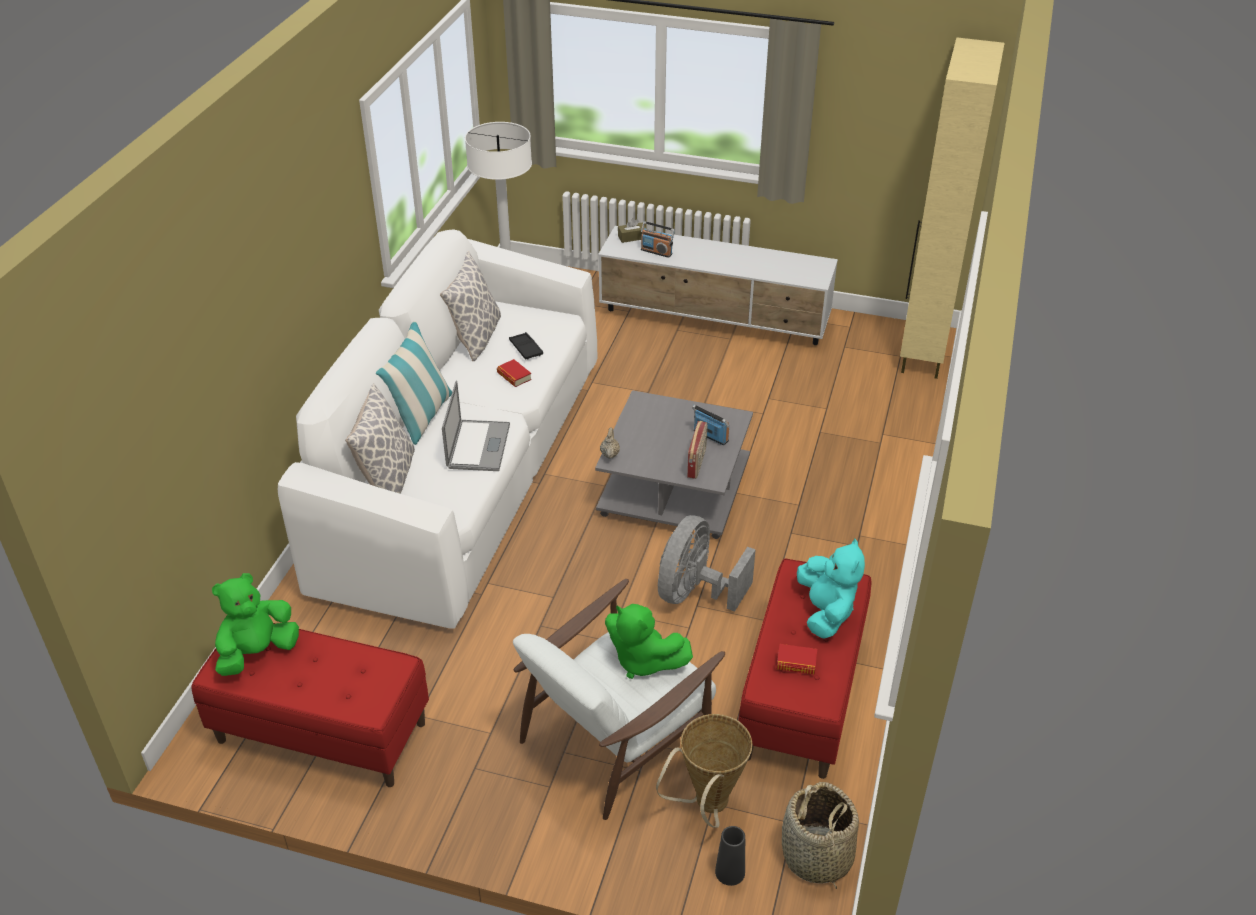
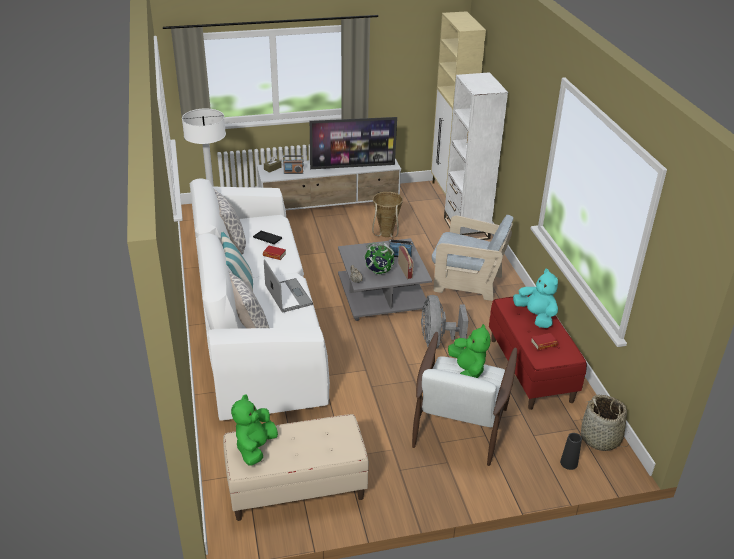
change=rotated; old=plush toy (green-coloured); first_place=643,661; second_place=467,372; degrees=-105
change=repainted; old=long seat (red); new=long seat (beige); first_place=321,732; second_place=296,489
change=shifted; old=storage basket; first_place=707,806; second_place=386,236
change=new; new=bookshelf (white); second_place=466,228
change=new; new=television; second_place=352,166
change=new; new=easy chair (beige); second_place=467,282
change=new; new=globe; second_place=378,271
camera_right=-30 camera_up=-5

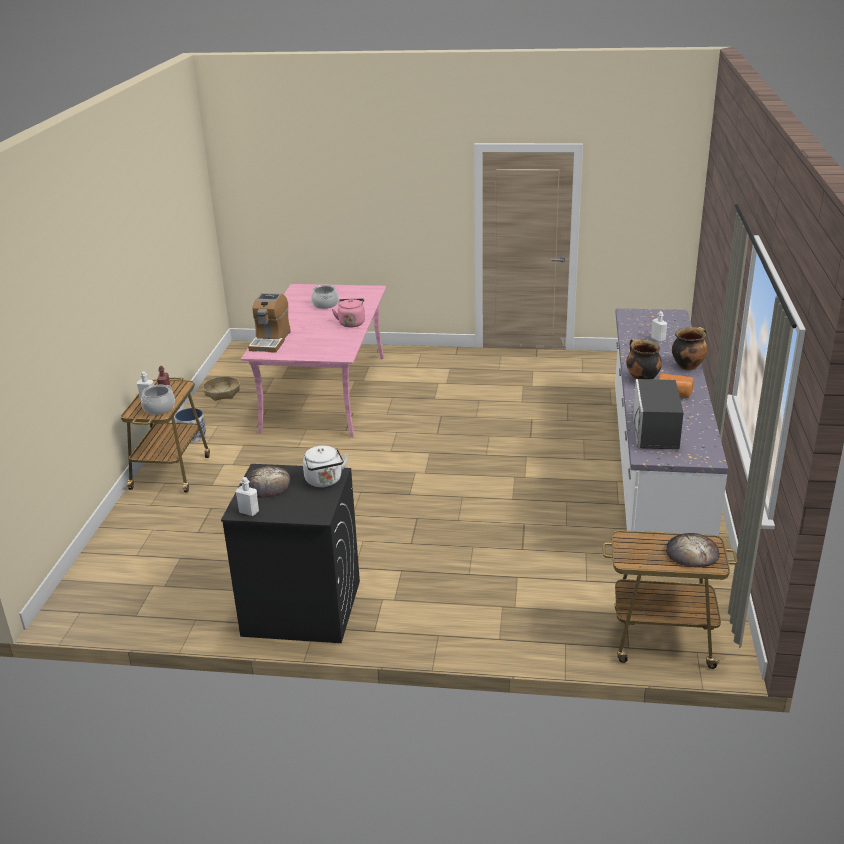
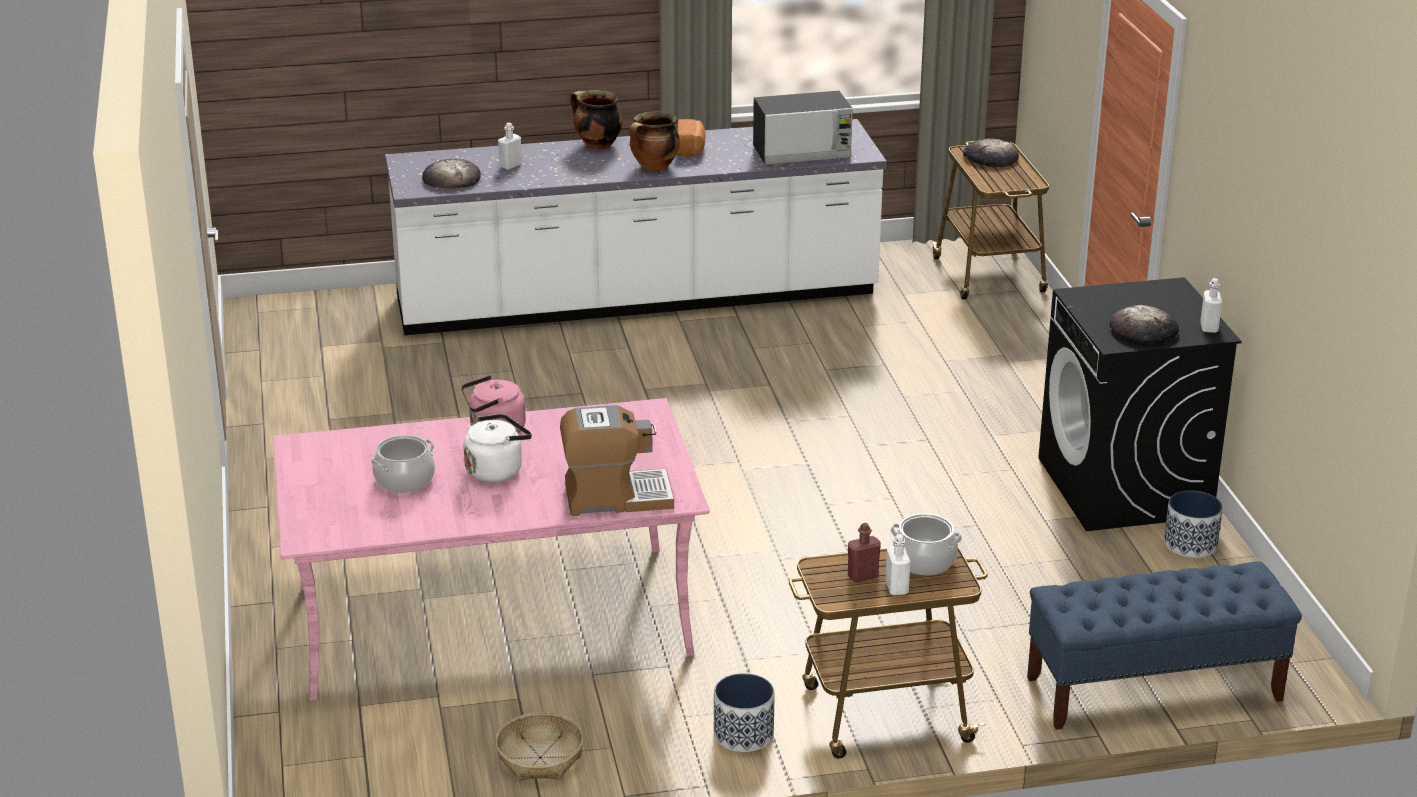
change=shifted; old=tea kettle (white); first_place=324,481; second_place=497,470
change=new; new=baked bread; second_place=451,178
change=new; new=flower pot; second_place=1190,544
change=new; new=long seat (blue-coloured); second_place=1153,689
camera_right=-110 camera_up=0

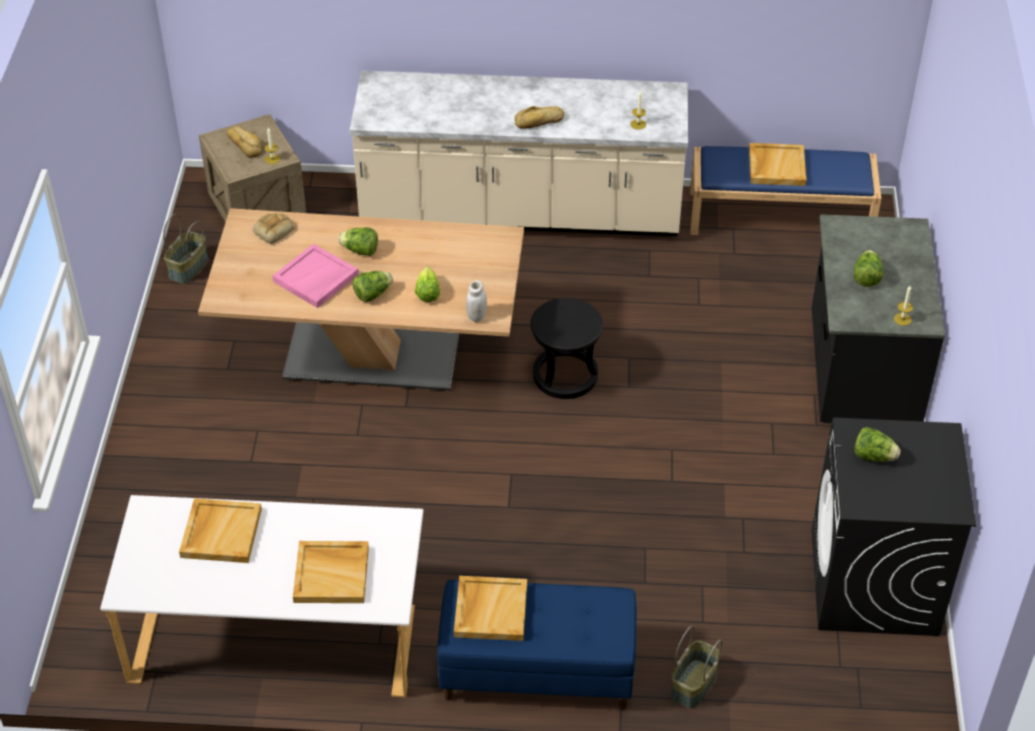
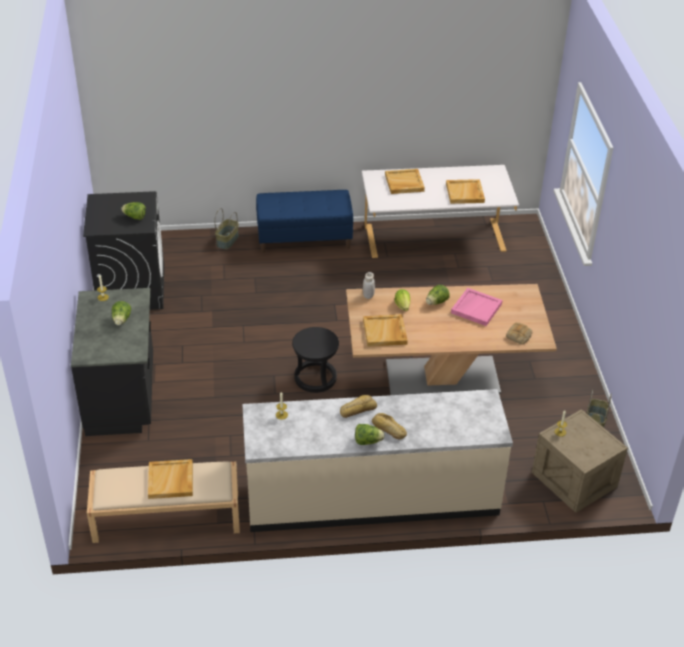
change=shifted; old=baked bread; first_place=245,144; second_place=388,429
change=repainted; old=long seat (blue-coloured); new=long seat (beige); first_place=781,215; second_place=166,517
change=shifted; old=head of lettuce; first_place=360,251; second_place=367,441
change=shifted; old=tray (beige); first_place=490,610; second_place=385,332
camera_right=170 camera_up=-5

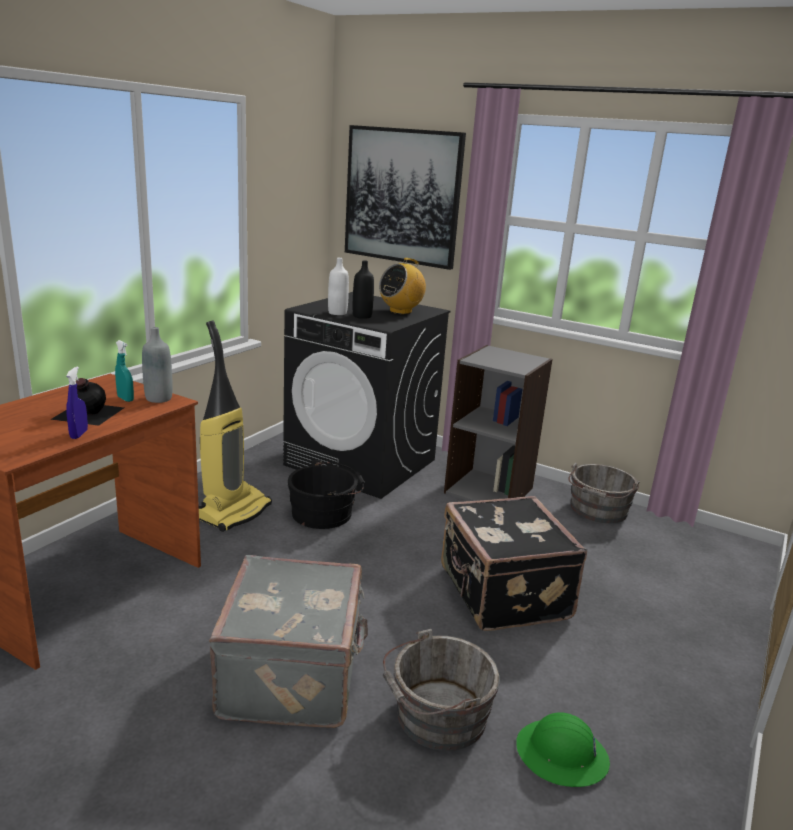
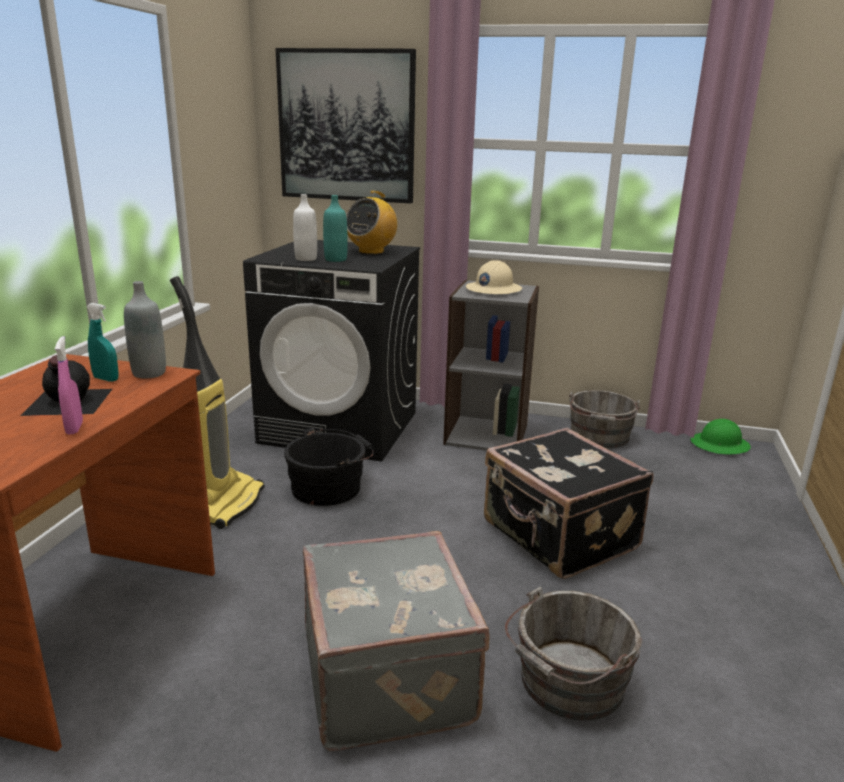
change=repainted; old=drink bottle (blackish); new=drink bottle (blue-green); first_place=362,316; second_place=335,260
change=repainted; old=hand sprayer (blue-coloured); new=hand sprayer (pinkish); first_place=79,434; second_place=74,428
change=shifted; old=safety helmet (green-coloured); first_place=561,755; second_place=720,445
change=new; new=safety helmet (beige); second_place=493,290
camera_right=-15 camera_up=0

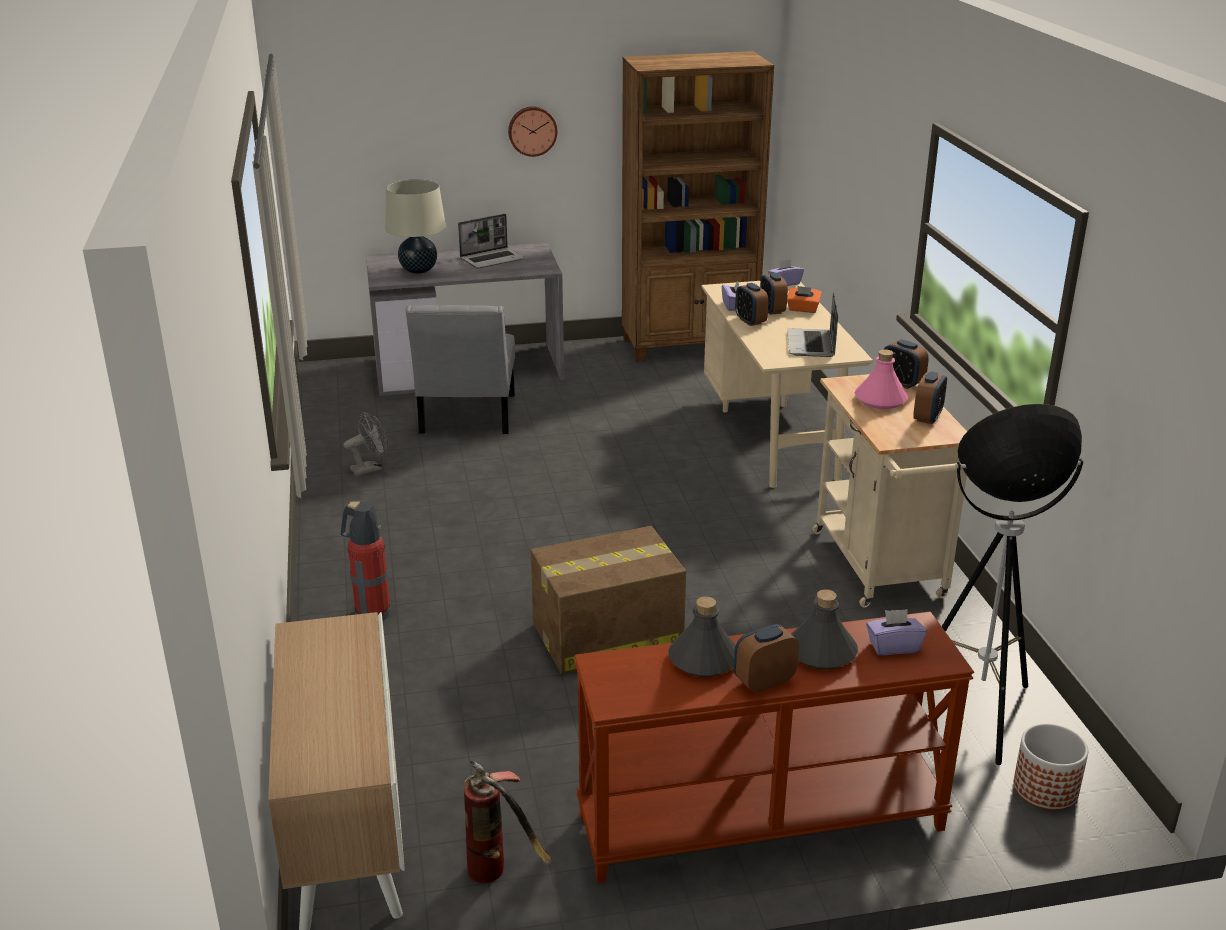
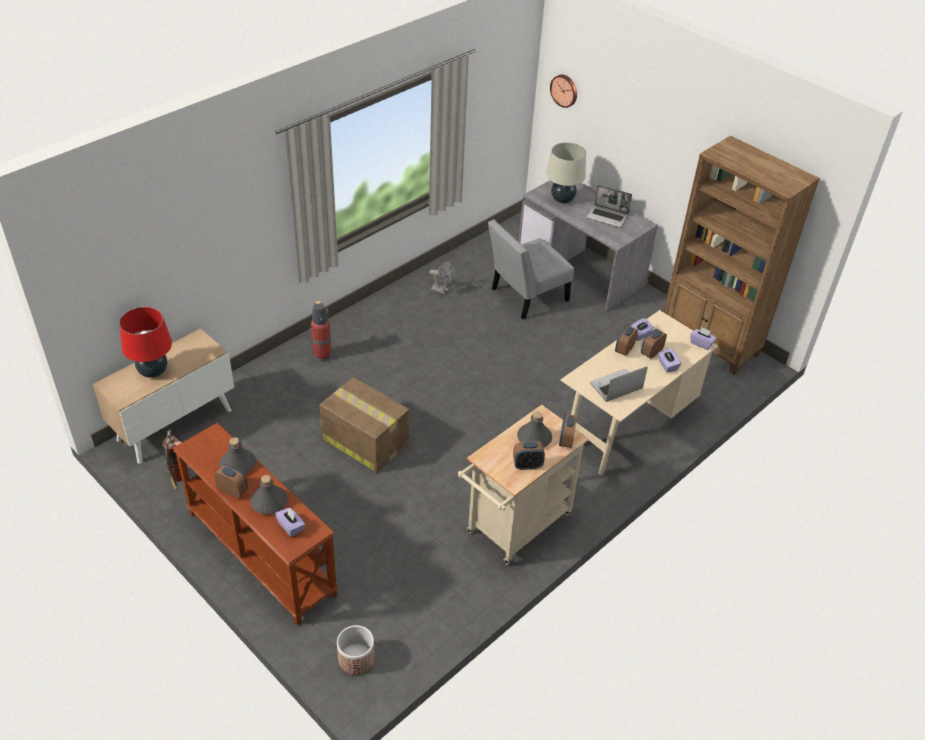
change=shifted; old=hanging clock; first_place=532,130; second_place=564,90
change=repainted; old=box of tissues (orange); new=box of tissues (purple); first_place=803,309; second_place=667,365
change=repainted; old=drink bottle (pinkish); new=drink bottle (grey); first_place=880,400; second_place=534,438
change=gone; old=standing lamp; first_place=977,715
change=new; new=tabletop lamp (red); second_place=153,372
camera_right=55 camera_up=15

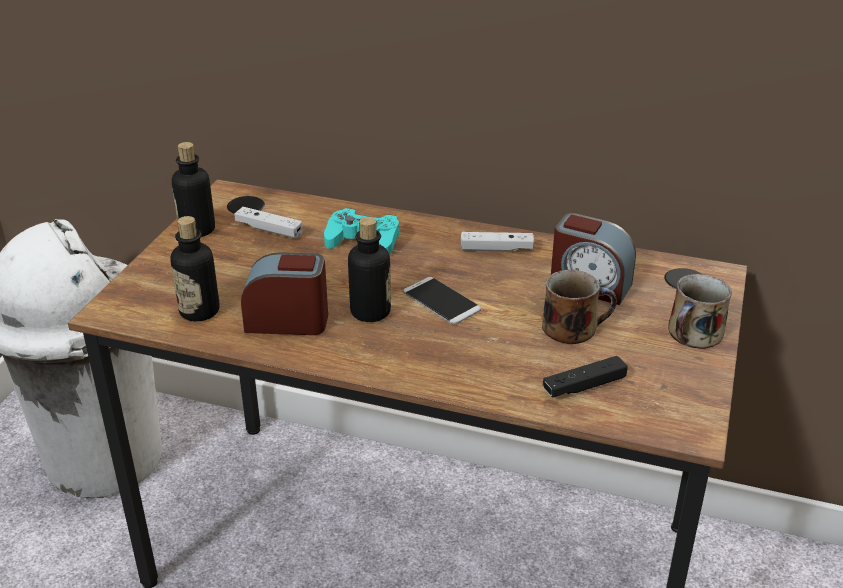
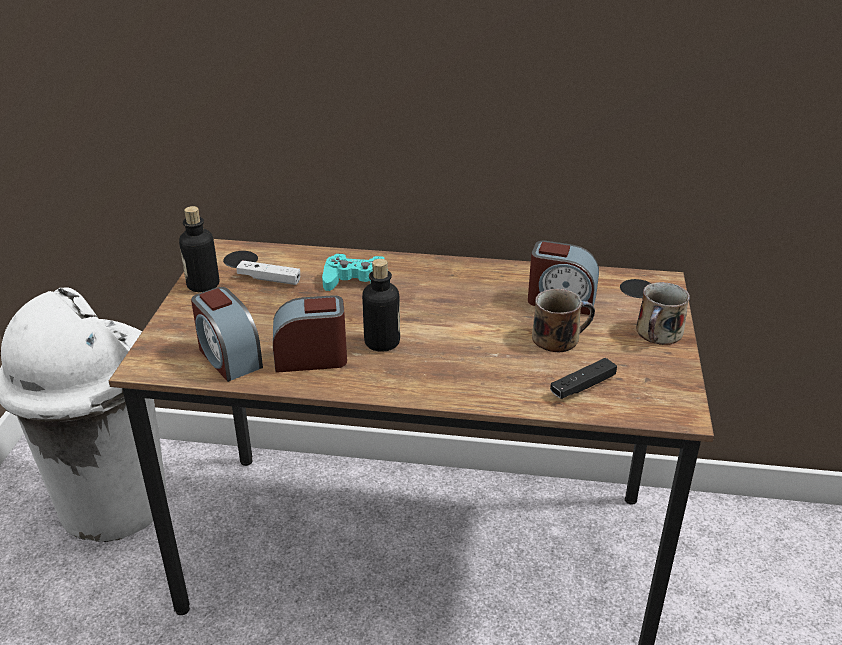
change=swapped; old=drink bottle; new=table clock; first_place=199,311; second_place=228,357
change=gone; old=joypad (white); first_place=496,249
change=gone; old=handset; first_place=441,301
camera_right=-10 camera_up=0

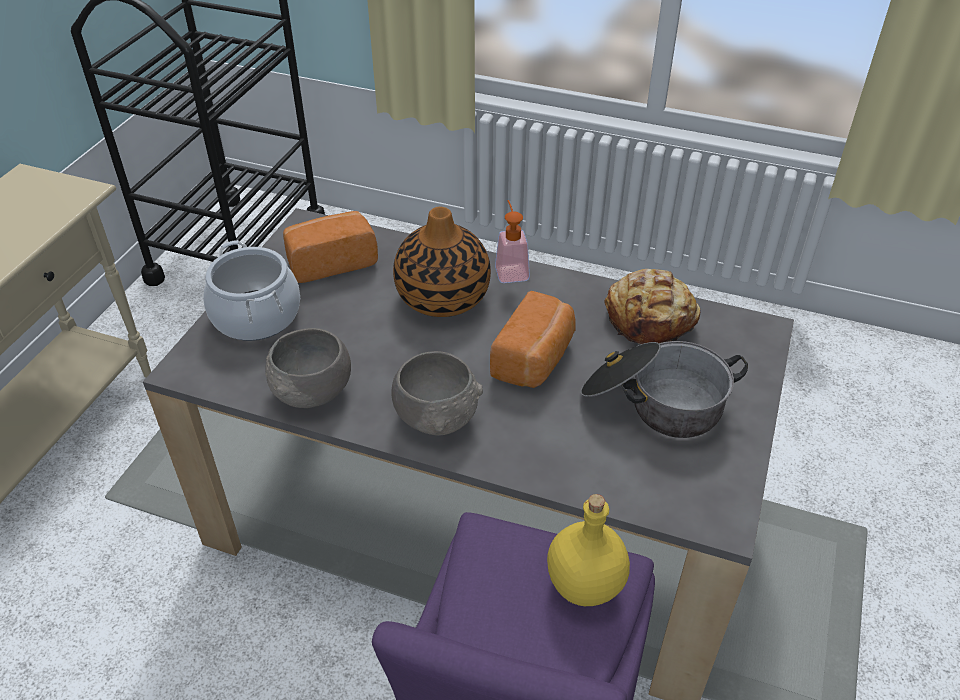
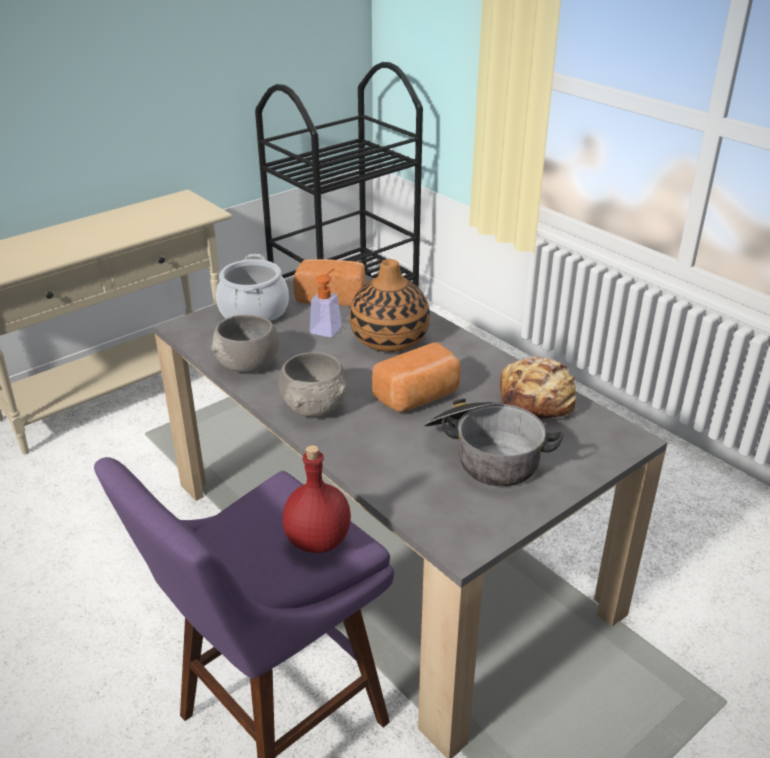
change=shifted; old=liquid soap bottle; first_place=510,269; second_place=328,327
change=repainted; old=drink bottle (yellow-coloured); new=drink bottle (red); first_place=583,584; second_place=317,540
camera_right=30 camera_up=-10

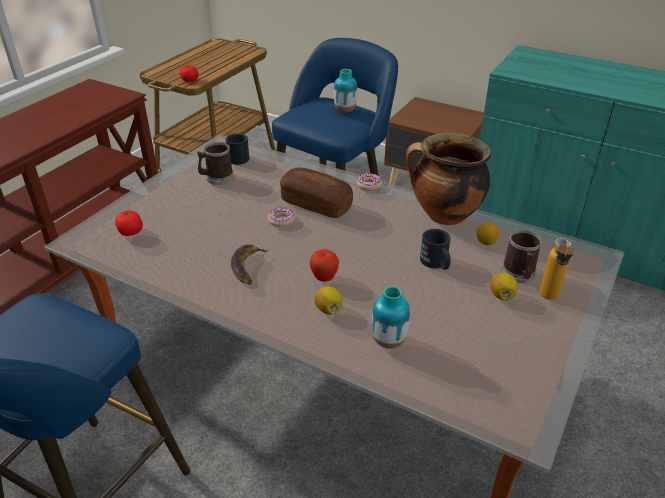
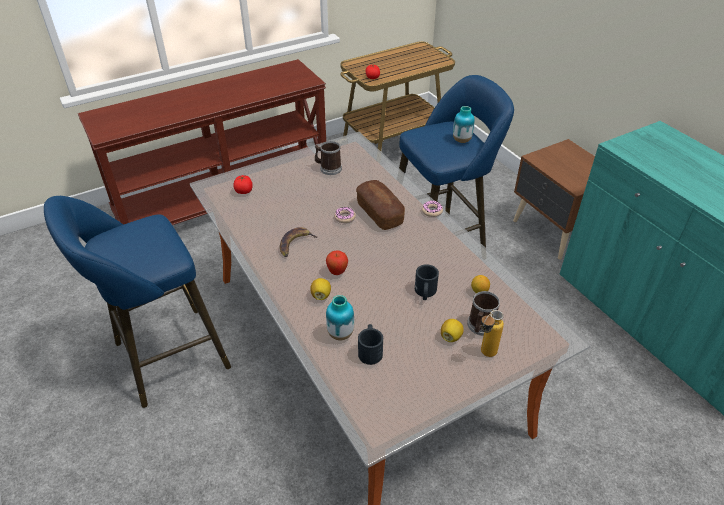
change=shifted; old=tea mug (blackish); first_place=236,157; second_place=370,350
change=gone; old=saucepot; first_place=444,216
camera_right=30 camera_up=5

